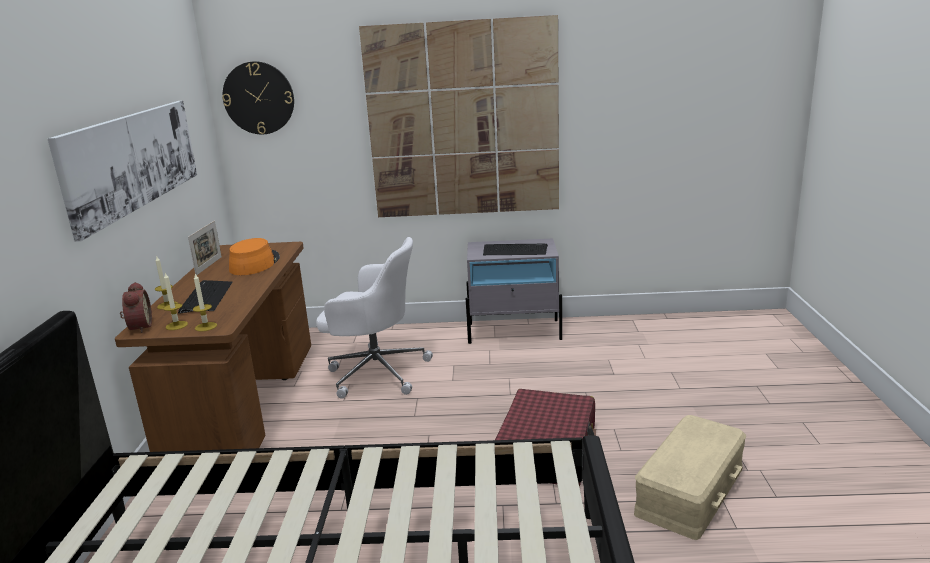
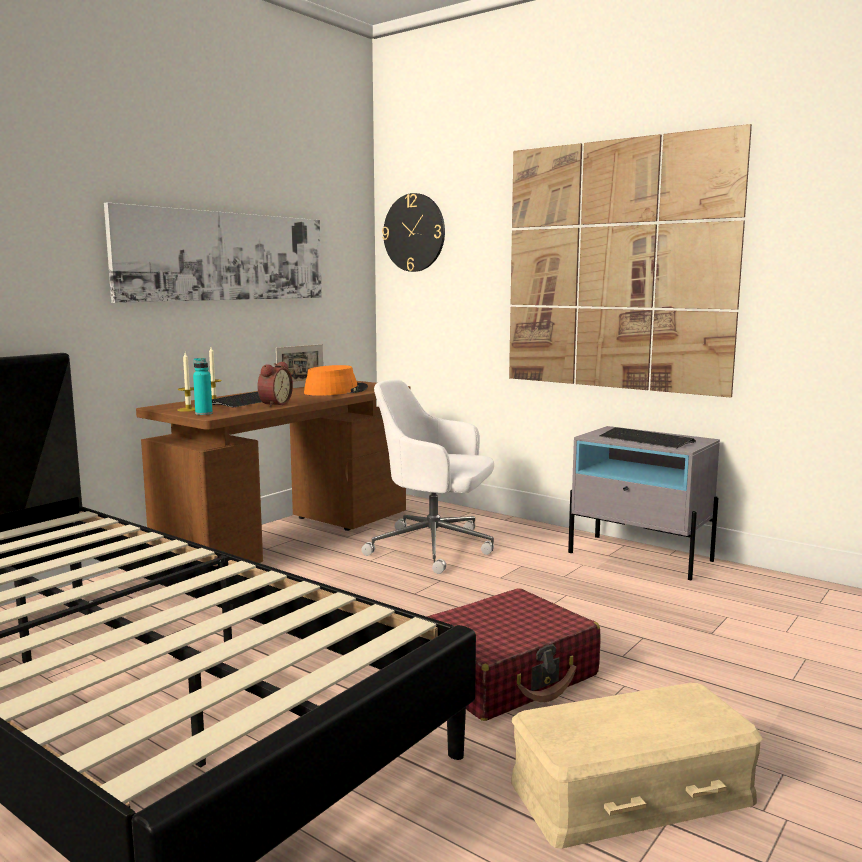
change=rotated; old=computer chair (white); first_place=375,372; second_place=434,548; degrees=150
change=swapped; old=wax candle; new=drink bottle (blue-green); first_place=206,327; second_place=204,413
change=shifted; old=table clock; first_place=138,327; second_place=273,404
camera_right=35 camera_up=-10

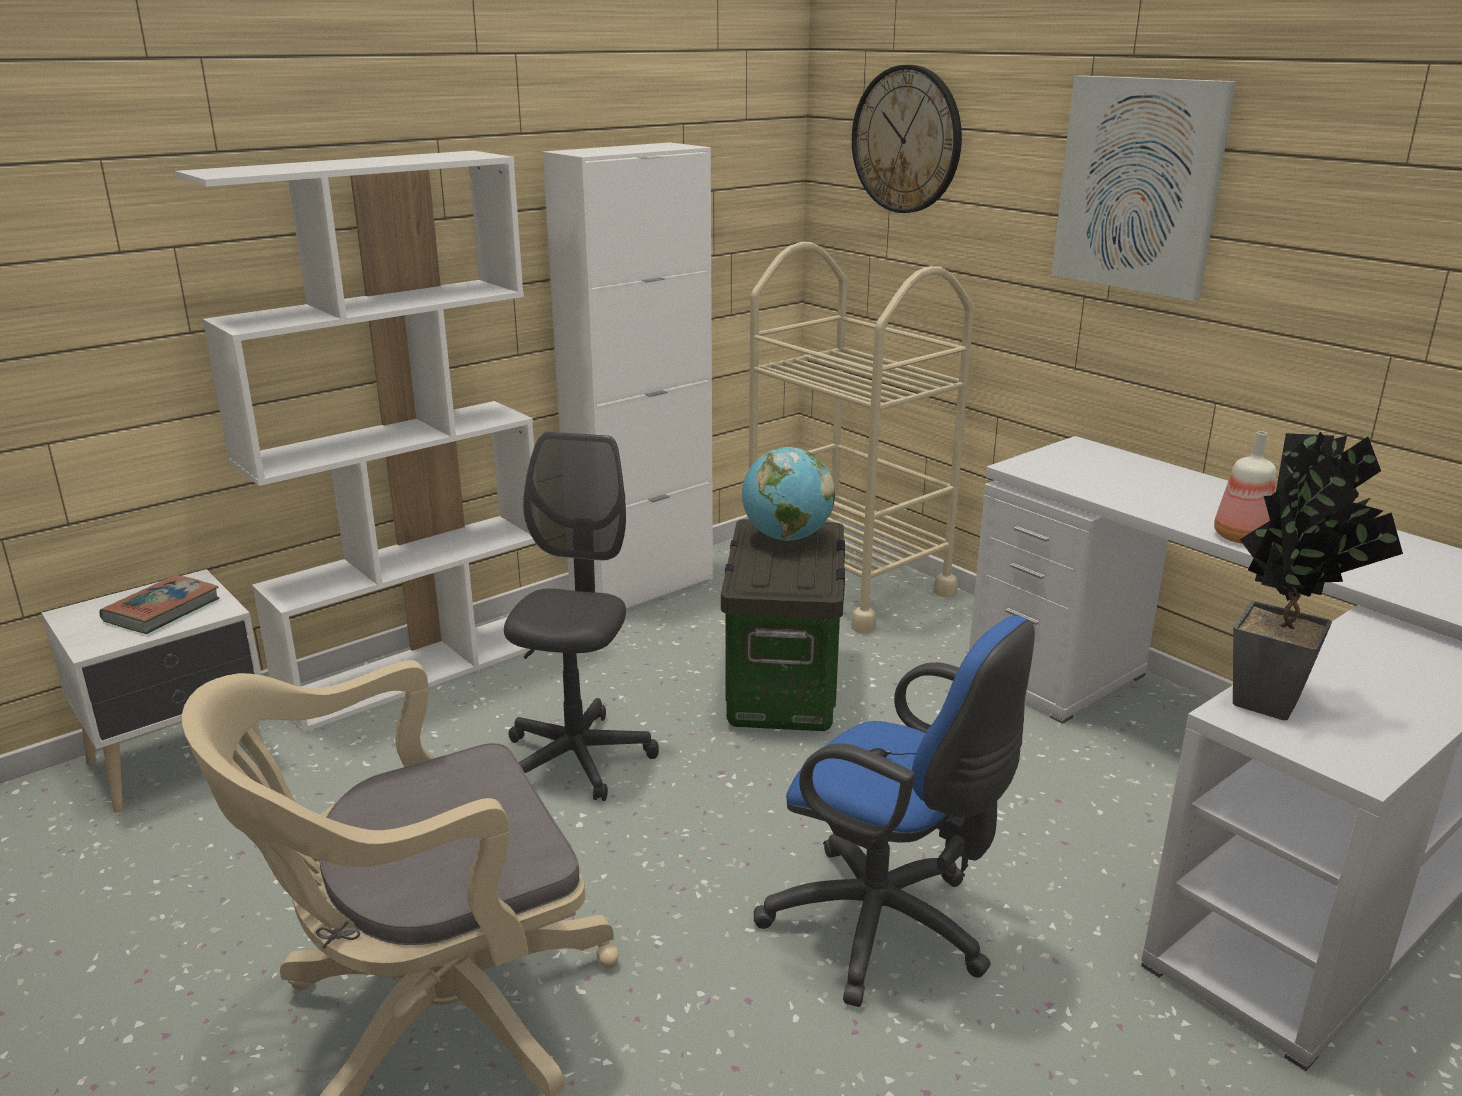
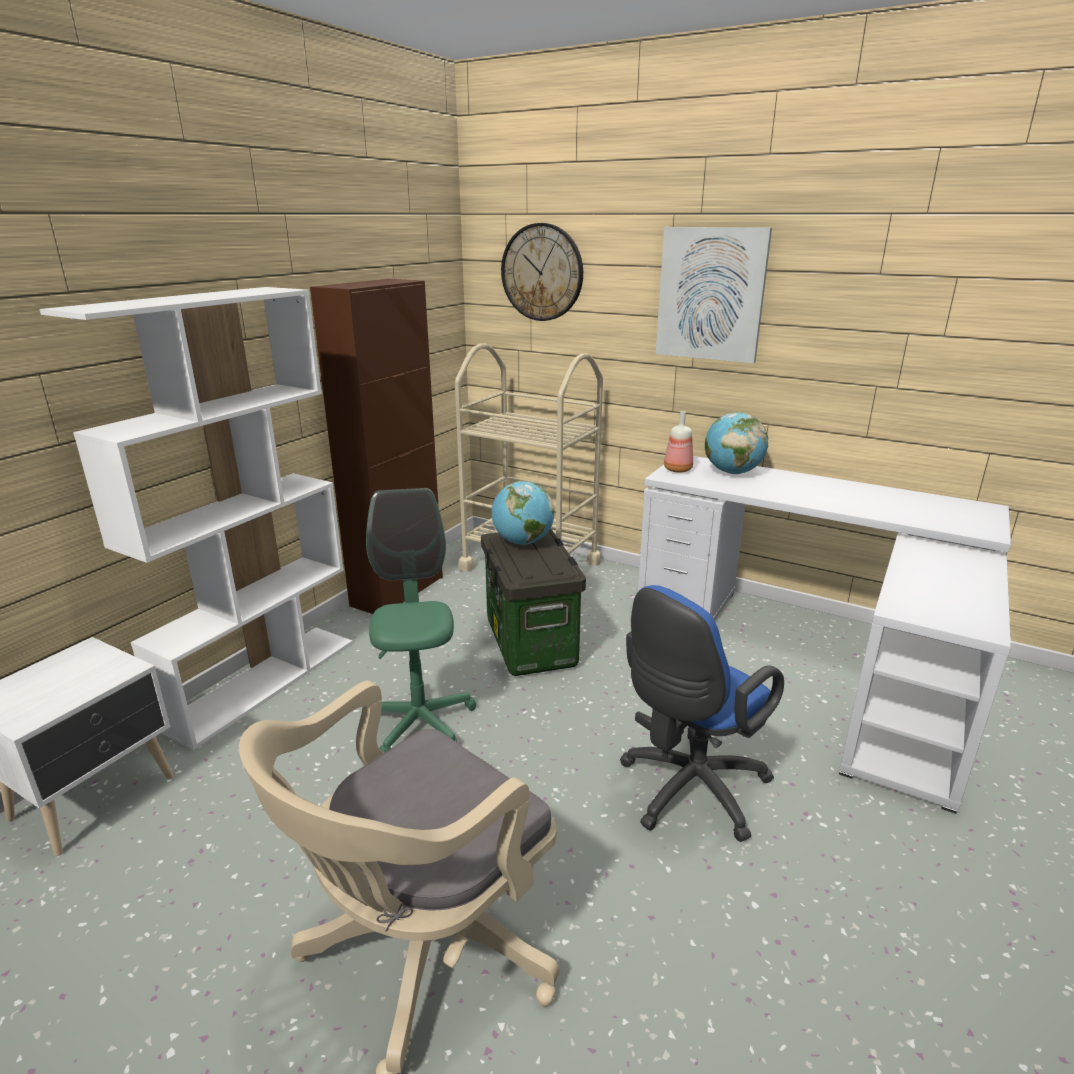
change=repainted; old=cupboard (white); new=cupboard (brown-coloured); first_place=642,587; second_place=397,591
change=shifted; old=drink bottle; first_place=1239,537; second_place=676,469
change=repainted; old=computer chair (grey); new=computer chair (green-coloured); first_place=577,759; second_place=419,722
change=gone; old=potted plant; first_place=1275,698
change=gone; old=book; first_place=162,610
change=rotated; old=computer chair (blue-coloured); first_place=887,930; second_place=688,791; degrees=120
change=new; new=globe; second_place=732,472
camera_right=-20 camera_up=0

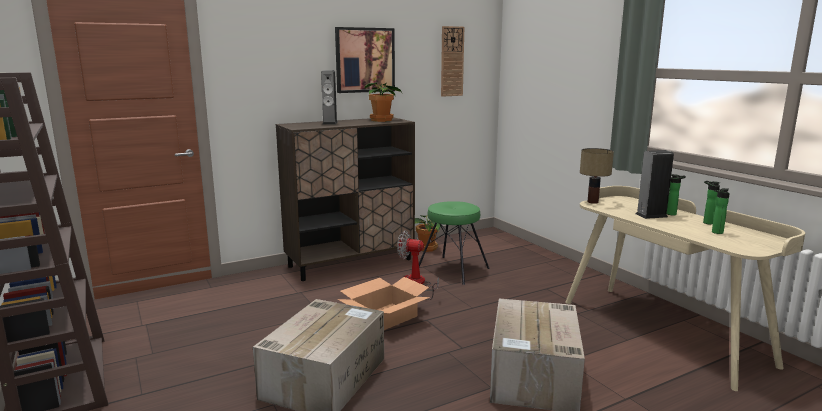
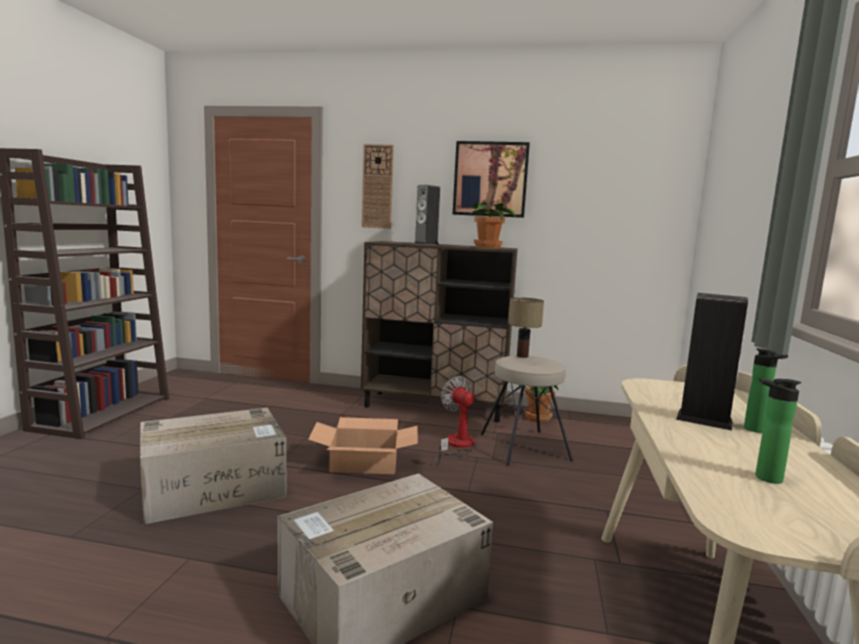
change=shifted; old=hanging clock; first_place=452,61; second_place=377,186
change=shifted; old=tabletop lamp; first_place=593,202; second_place=522,356
change=gone; old=drink bottle; first_place=706,222
change=repainted; old=stool (green-coloured); new=stool (beige); first_place=452,270; second_place=523,447
camera_right=40 camera_up=-5

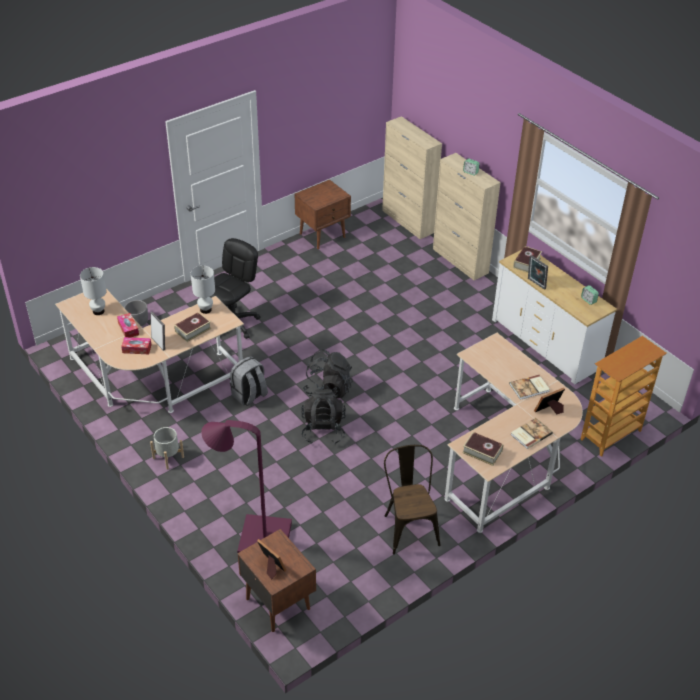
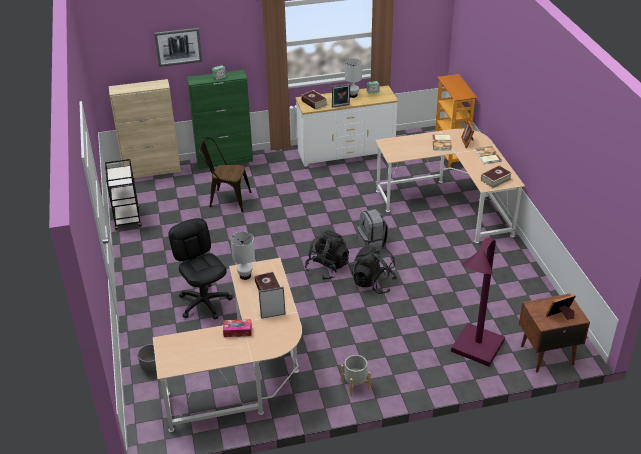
change=repainted; old=cupboard (beige); new=cupboard (green-coloured); first_place=460,261; second_place=225,160
change=swapped; old=nightstand (brown-coloured); new=cart (blackish); first_place=323,235; second_place=127,219
change=shifted; old=tabletop lamp (white); first_place=98,311; second_place=352,95
change=gone; old=box of tissues; first_place=137,349
change=shifted; old=knapsack (grey); first_place=249,395; second_place=372,243
change=shifted; old=plain chair (brown-coloured); first_place=409,526; second_place=226,199
change=new; new=picture; second_place=178,47
camera_right=-65 camera_up=-5

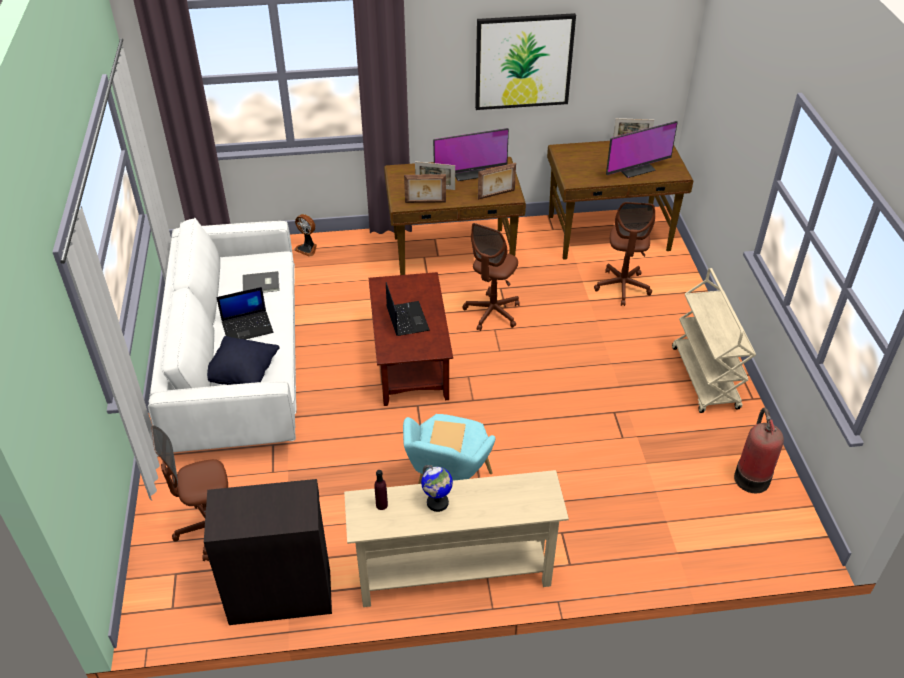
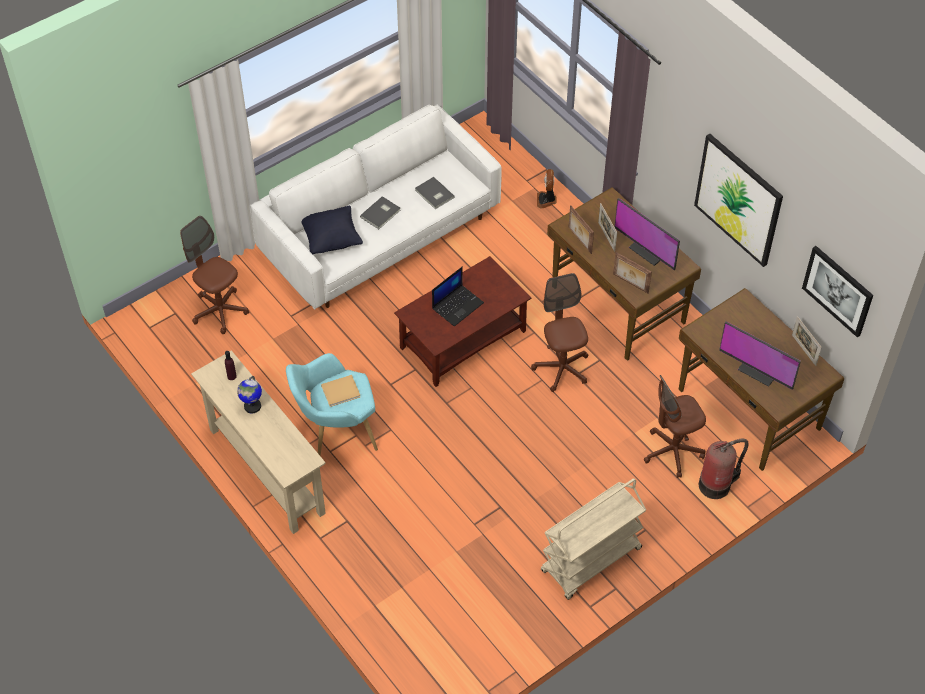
change=rotated; old=computer chair (brown-coloured); first_place=492,313; second_place=561,368; degrees=75
change=swapped; old=notebook computer; new=book (grey); first_place=248,327; second_place=381,214
change=shifted; old=fire extinguisher; first_place=751,476; second_place=717,484
change=gone; old=cupboard (blackish); first_place=279,594
change=new; new=picture; second_place=838,290
camera_right=60 camera_up=10

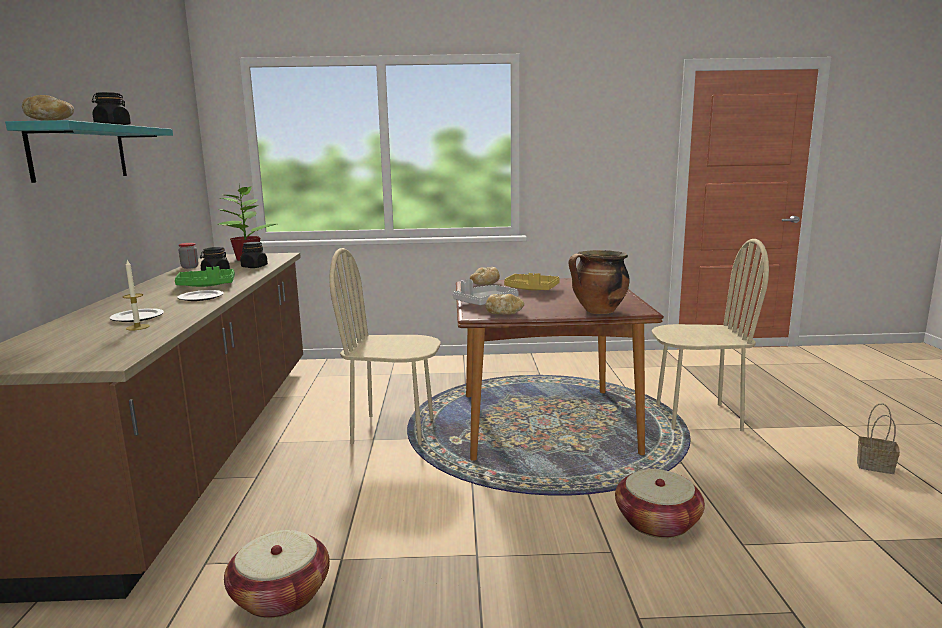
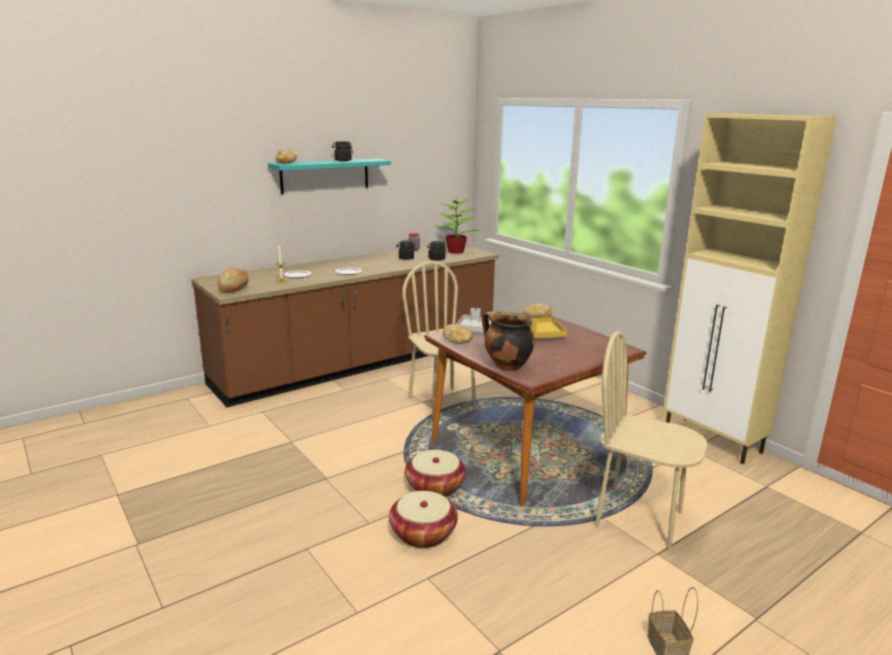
change=rotated; old=plain chair (beige); first_place=697,417; second_place=639,518; degrees=150
change=gone; old=tray (green-coloured); first_place=207,286
change=shifted; old=storage basket; first_place=280,595; second_place=435,487
change=new; new=cupboard (beige); second_place=713,440
change=new; new=baked bread; second_place=233,289
camera_right=55 camera_up=5

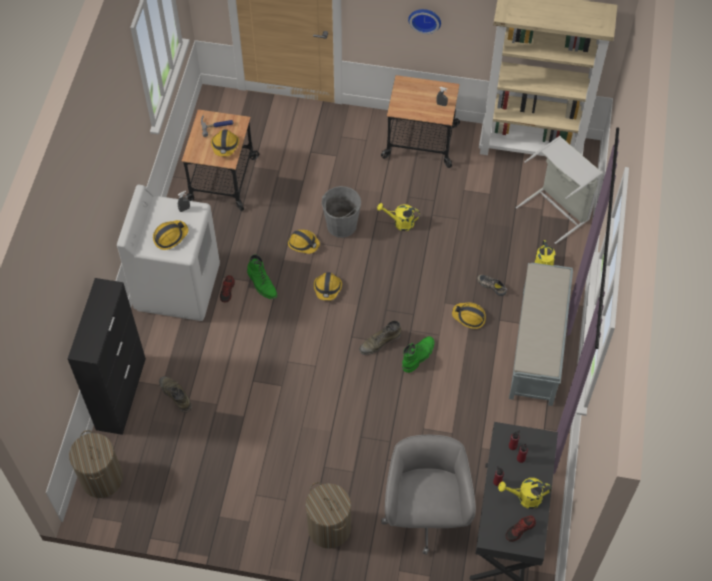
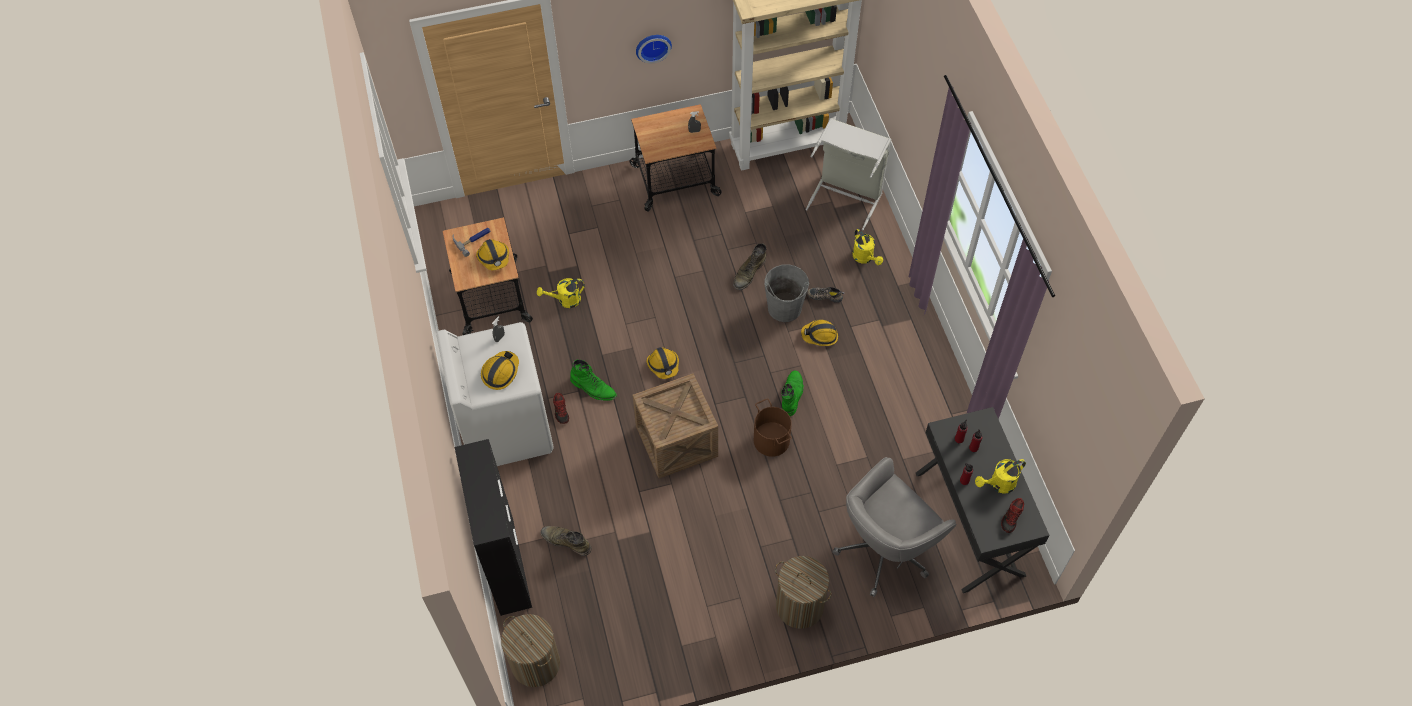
change=shifted; old=water bucket (grey); first_place=341,225; second_place=784,308
change=shifted; old=watering pot (yellow-coloured); first_place=400,223; second_place=565,300
change=gone; old=safety helmet; first_place=303,244
change=gone; old=long seat (grey); first_place=537,347
change=shifted; old=high-top boot (green-coloured); first_place=379,342; second_place=749,273
change=rotated; old=computer chair (grey); first_place=425,514; second_place=885,549; degrees=-105
change=new; new=packing crate; second_place=676,441
change=new; new=water bucket (brown-coloured); second_place=771,440
camera_right=-25 camera_up=0

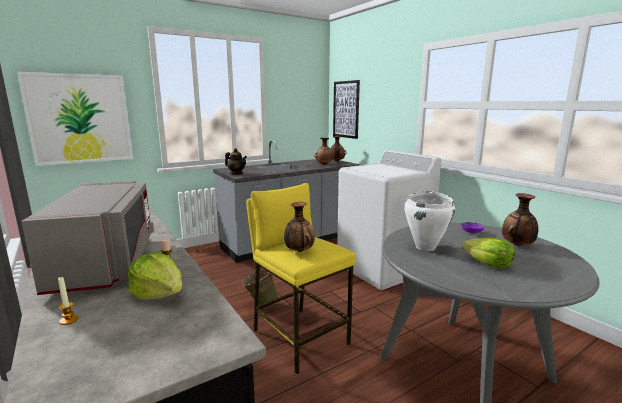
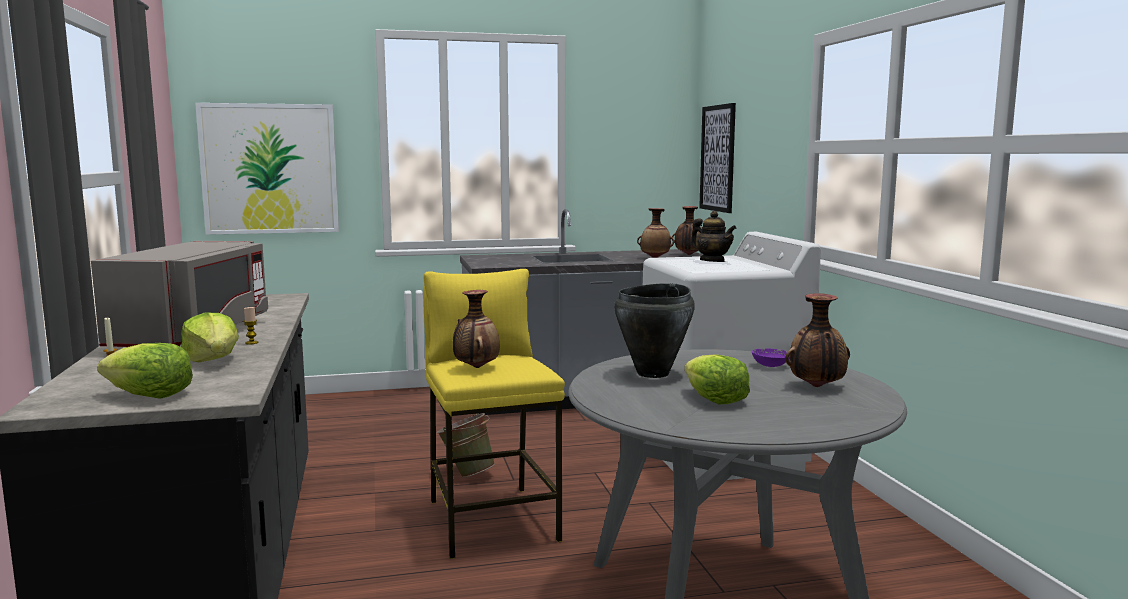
change=shifted; old=teapot; first_place=236,173; second_place=712,261
change=repainted; old=saucepot (white); new=saucepot (blackish); first_place=426,247; second_place=653,373
change=new; new=head of lettuce; second_place=149,396
camera_right=20 camera_up=-5

